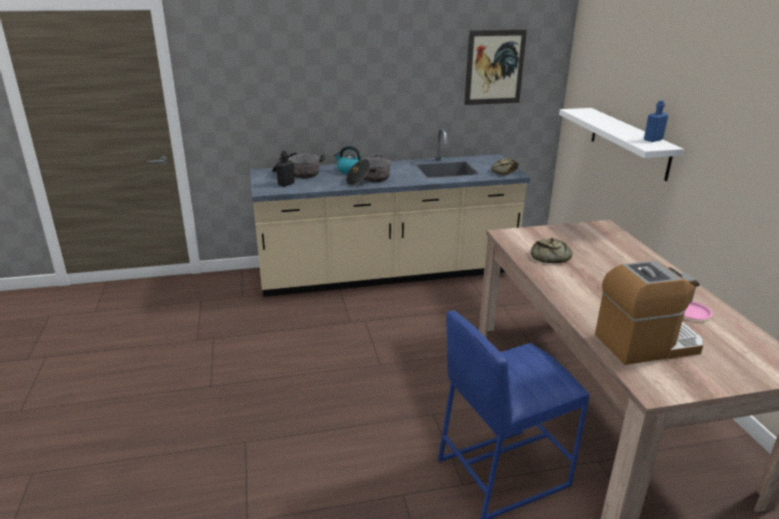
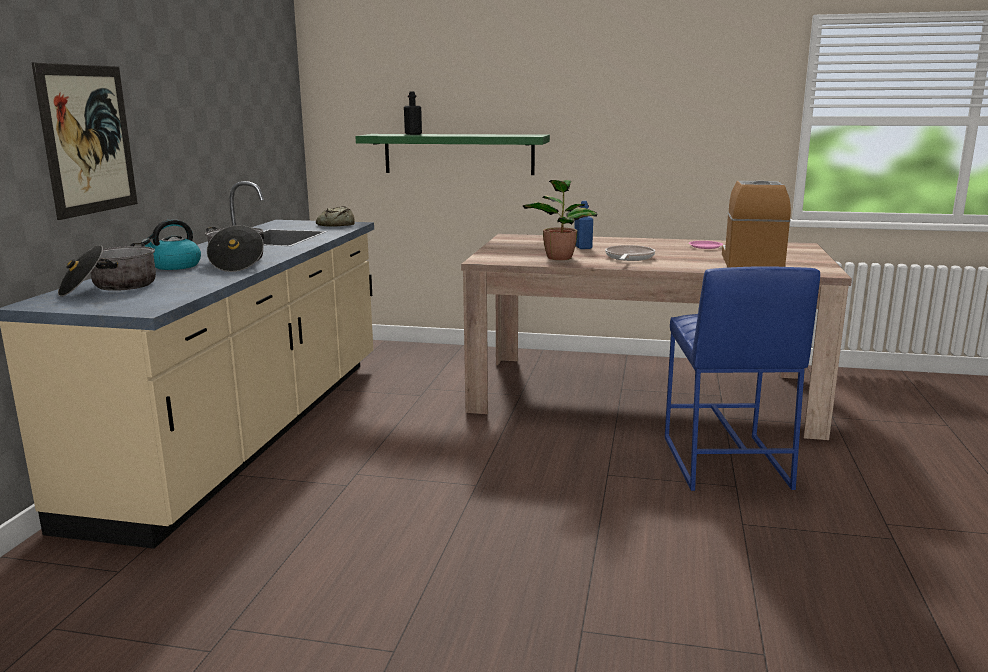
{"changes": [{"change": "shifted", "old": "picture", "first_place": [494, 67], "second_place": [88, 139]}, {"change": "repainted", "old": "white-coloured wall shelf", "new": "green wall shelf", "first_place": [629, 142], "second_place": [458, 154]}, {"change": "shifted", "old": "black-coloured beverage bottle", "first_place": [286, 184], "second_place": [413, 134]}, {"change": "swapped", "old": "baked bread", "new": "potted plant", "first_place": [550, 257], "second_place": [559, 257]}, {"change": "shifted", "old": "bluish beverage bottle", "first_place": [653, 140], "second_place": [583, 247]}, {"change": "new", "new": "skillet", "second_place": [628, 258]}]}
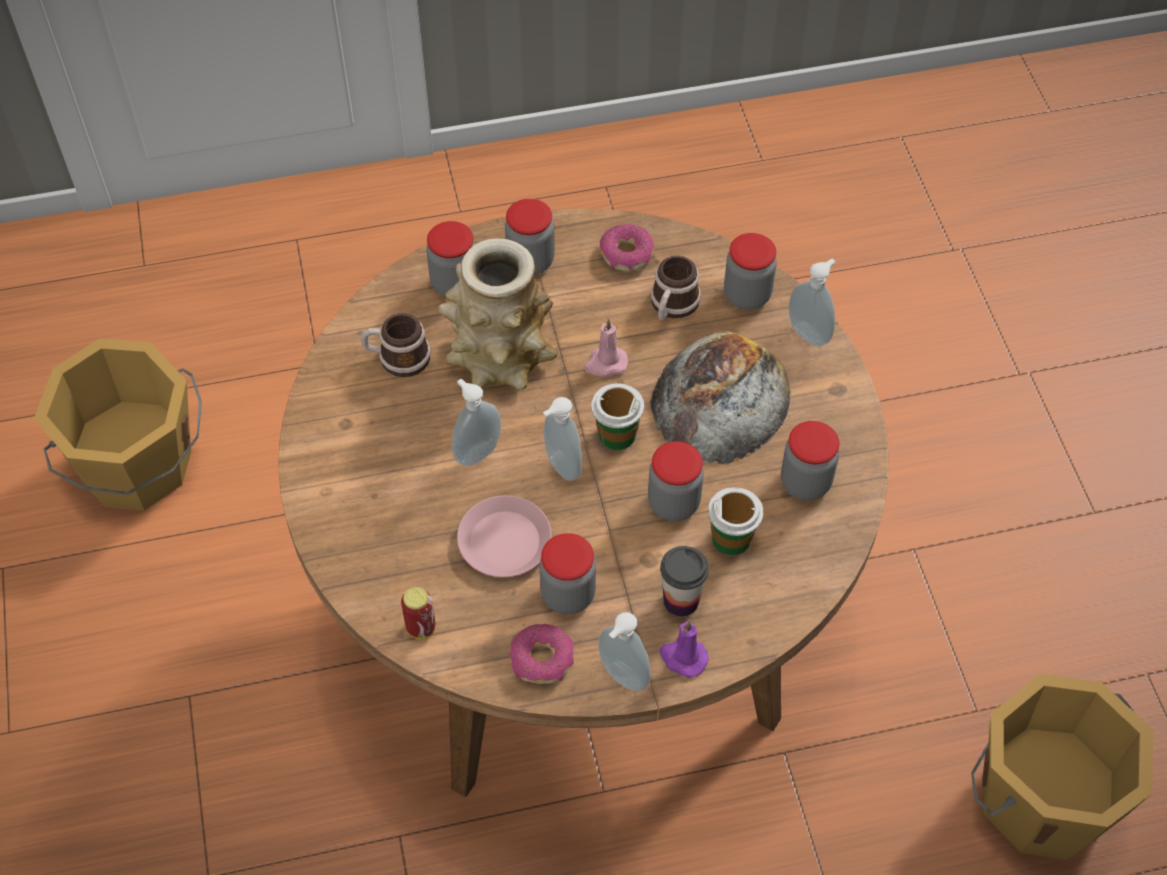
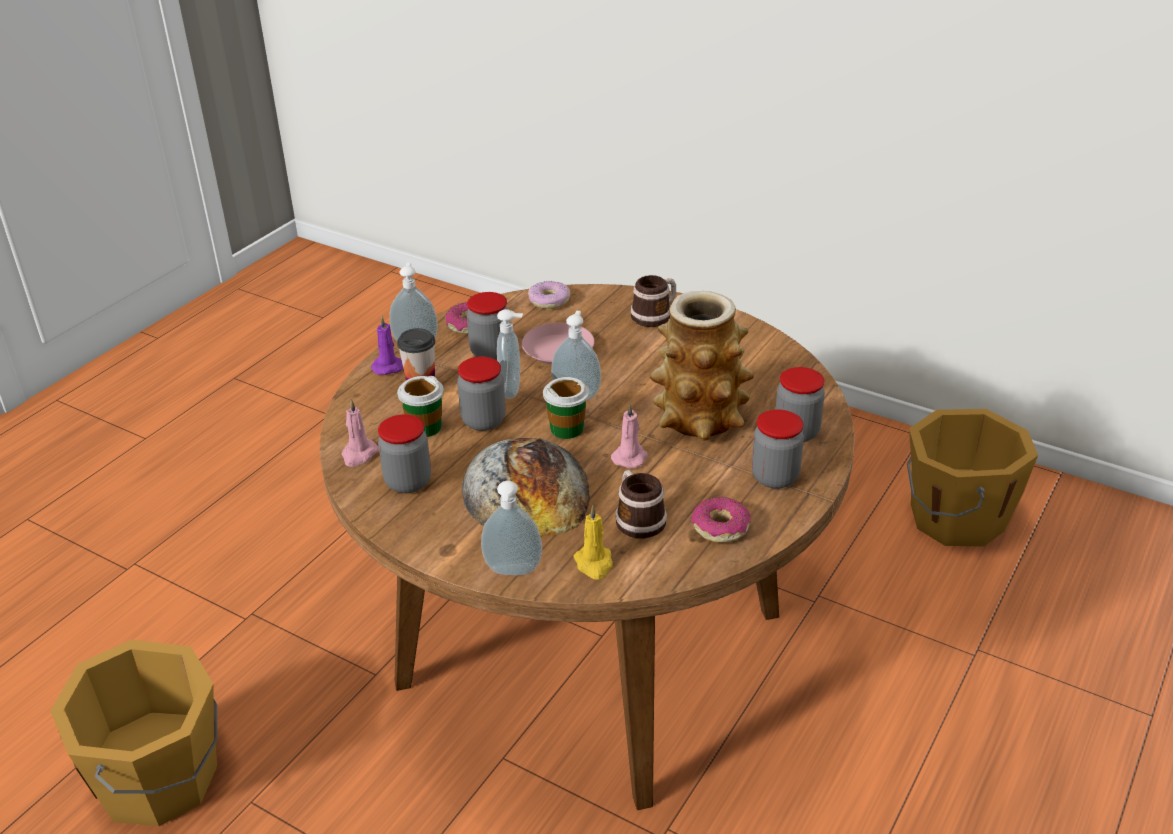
{"changes": [{"change": "new", "new": "pink candle", "second_place": [359, 455]}, {"change": "shifted", "old": "liquid soap bottle", "first_place": [476, 451], "second_place": [513, 390]}, {"change": "swapped", "old": "sealed can", "new": "doughnut", "first_place": [421, 628], "second_place": [549, 301]}, {"change": "swapped", "old": "storage jar", "new": "yellow candle", "first_place": [747, 295], "second_place": [594, 564]}, {"change": "shifted", "old": "mug", "first_place": [397, 358], "second_place": [655, 315]}]}
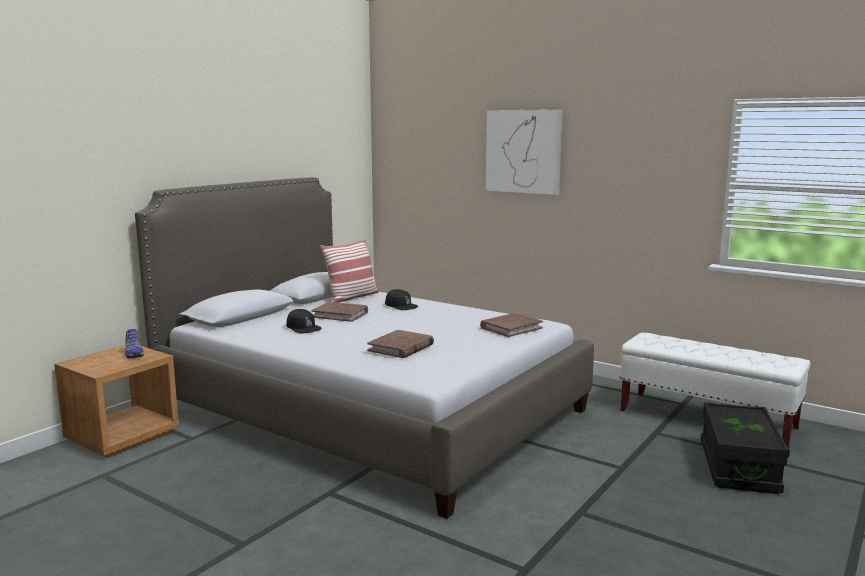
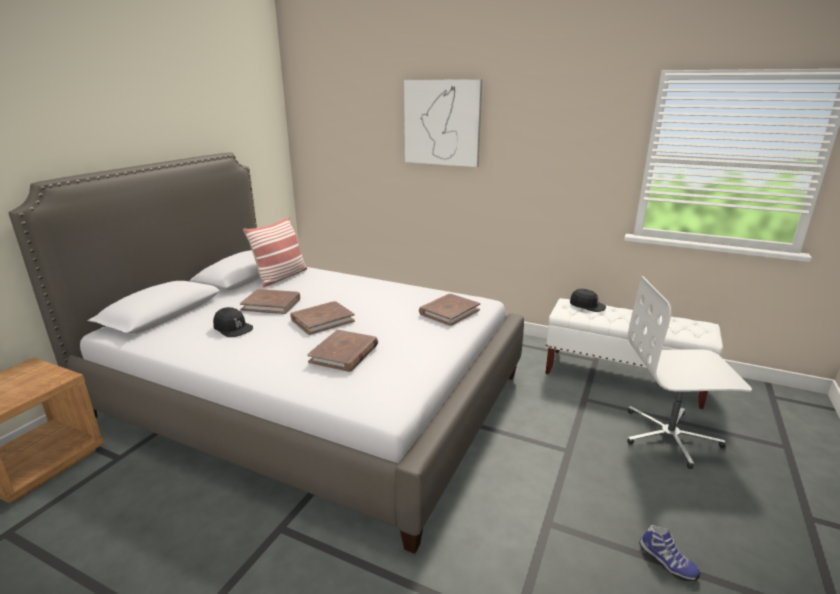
{"changes": [{"change": "new", "new": "brown book", "second_place": [322, 320]}, {"change": "shifted", "old": "black-coloured cap", "first_place": [401, 306], "second_place": [587, 305]}, {"change": "swapped", "old": "black-coloured storage bin", "new": "white-coloured desk chair", "first_place": [738, 467], "second_place": [670, 436]}, {"change": "shifted", "old": "shoe", "first_place": [133, 354], "second_place": [666, 562]}]}
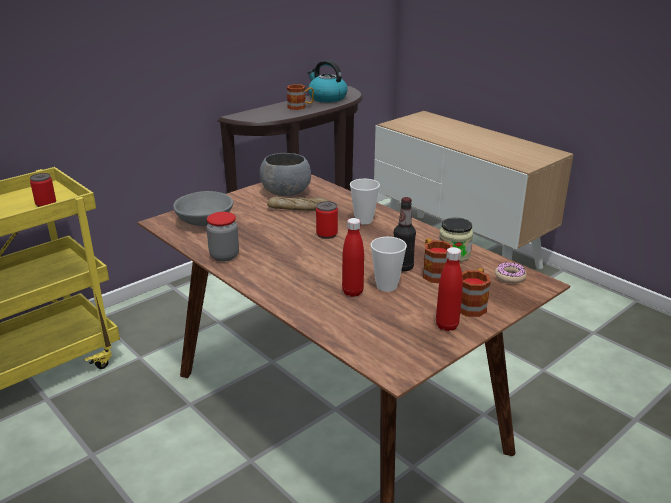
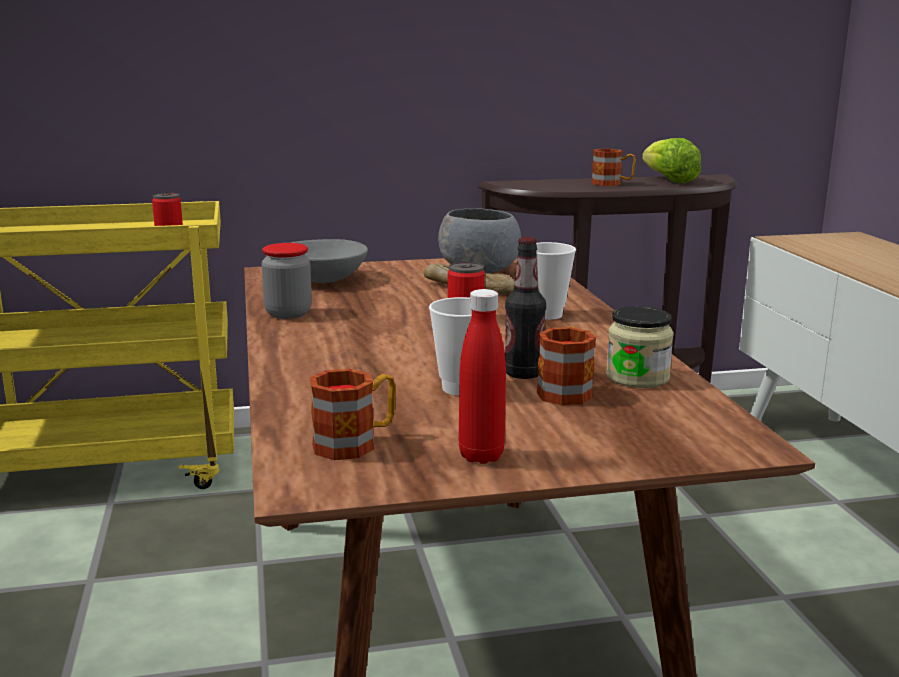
{"changes": [{"change": "shifted", "old": "mug", "first_place": [473, 304], "second_place": [355, 443]}, {"change": "swapped", "old": "kettle", "new": "lettuce head", "first_place": [327, 98], "second_place": [668, 180]}, {"change": "gone", "old": "red-coloured beverage bottle", "first_place": [352, 292]}, {"change": "gone", "old": "doughnut", "first_place": [510, 277]}]}
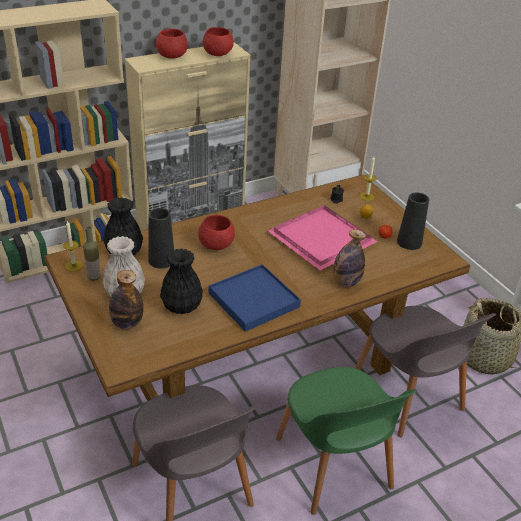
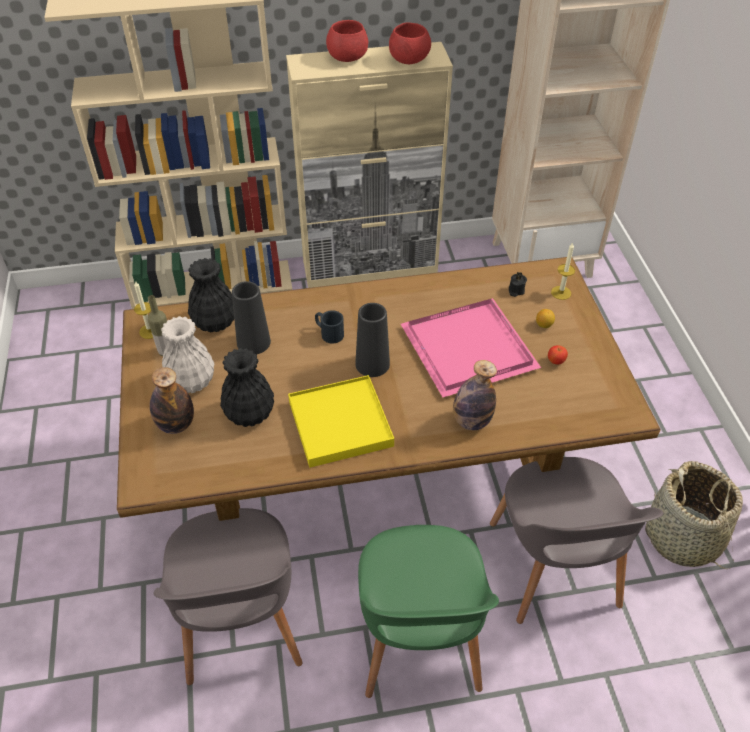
{"changes": [{"change": "repainted", "old": "bluish carrying tray", "new": "yellow carrying tray", "first_place": [254, 300], "second_place": [340, 423]}, {"change": "swapped", "old": "red-coloured bowl", "new": "black-coloured mug", "first_place": [216, 245], "second_place": [328, 333]}, {"change": "shifted", "old": "black-coloured flower vase", "first_place": [409, 242], "second_place": [372, 364]}]}
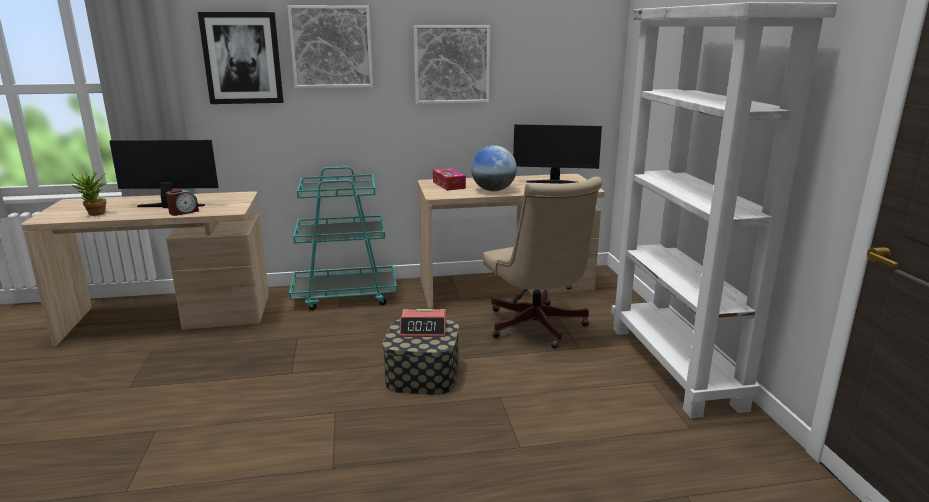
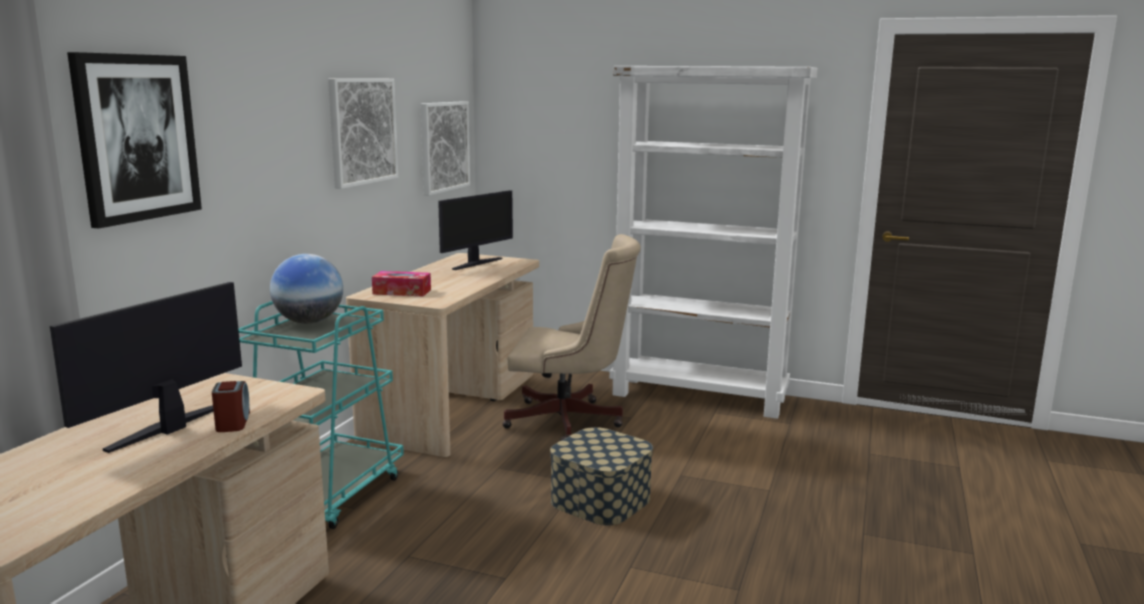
{"changes": [{"change": "shifted", "old": "world globe", "first_place": [493, 190], "second_place": [309, 322]}, {"change": "shifted", "old": "picture", "first_place": [331, 47], "second_place": [443, 146]}, {"change": "gone", "old": "potted plant", "first_place": [95, 214]}, {"change": "gone", "old": "bedside clock", "first_place": [423, 329]}]}
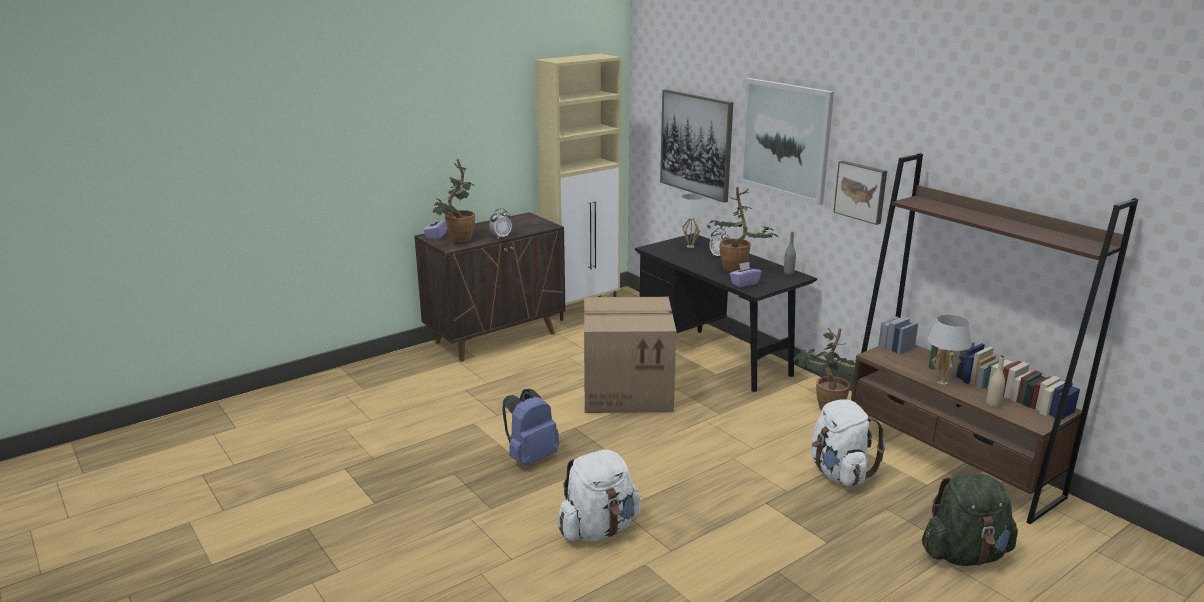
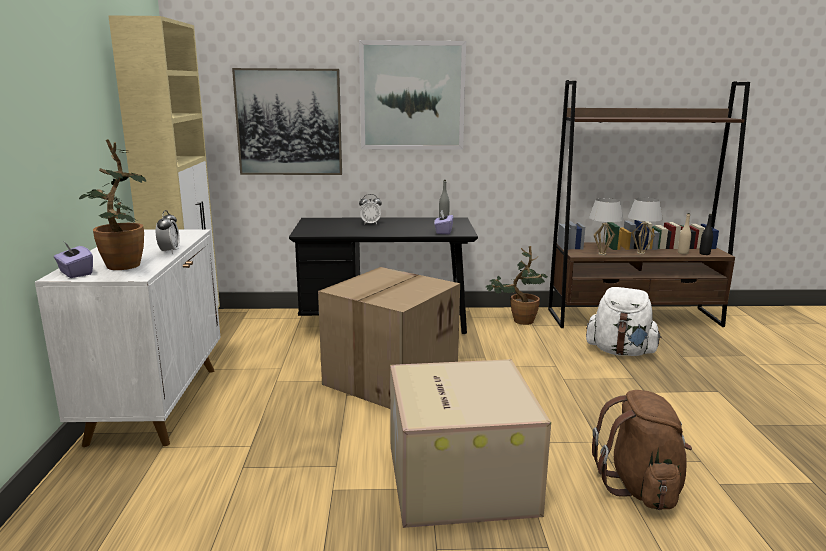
{"changes": [{"change": "repainted", "old": "brown cabinet", "new": "white-coloured cabinet", "first_place": [496, 337], "second_place": [156, 403]}, {"change": "swapped", "old": "bluish knapsack", "new": "packing box", "first_place": [530, 457], "second_place": [458, 477]}, {"change": "shifted", "old": "white-coloured lamp for a table", "first_place": [690, 246], "second_place": [602, 254]}, {"change": "repainted", "old": "white-coloured knapsack", "new": "brown knapsack", "first_place": [599, 529], "second_place": [640, 487]}, {"change": "new", "new": "black-coloured beverage bottle", "second_place": [704, 254]}, {"change": "gone", "old": "potted plant", "first_place": [738, 269]}, {"change": "gone", "old": "picture", "first_place": [861, 191]}, {"change": "gone", "old": "green knapsack", "first_place": [964, 555]}]}
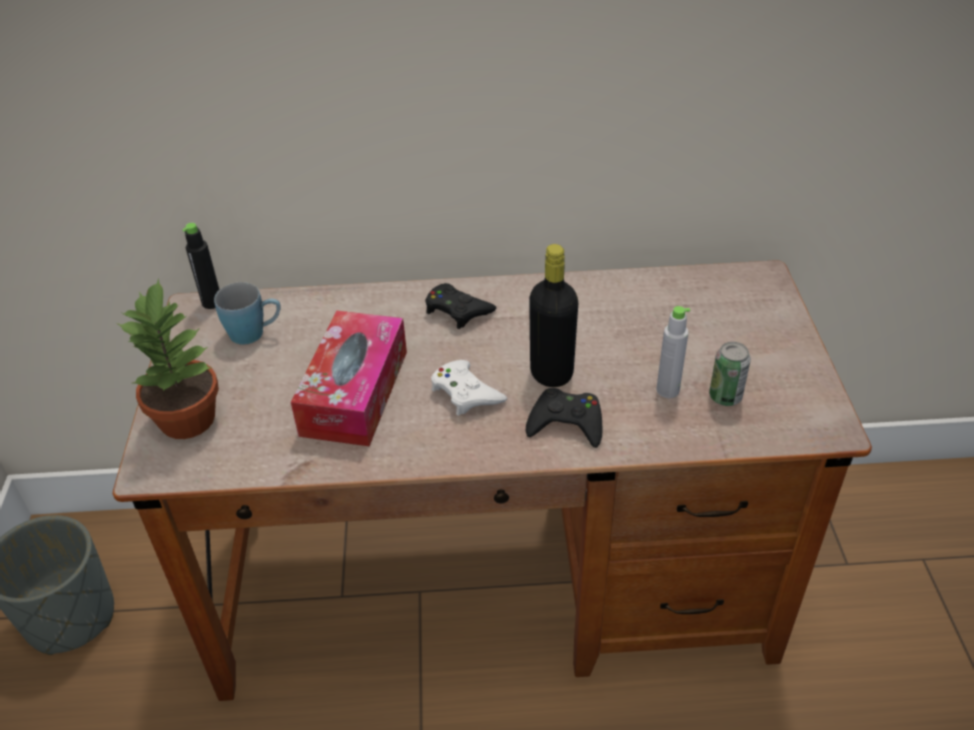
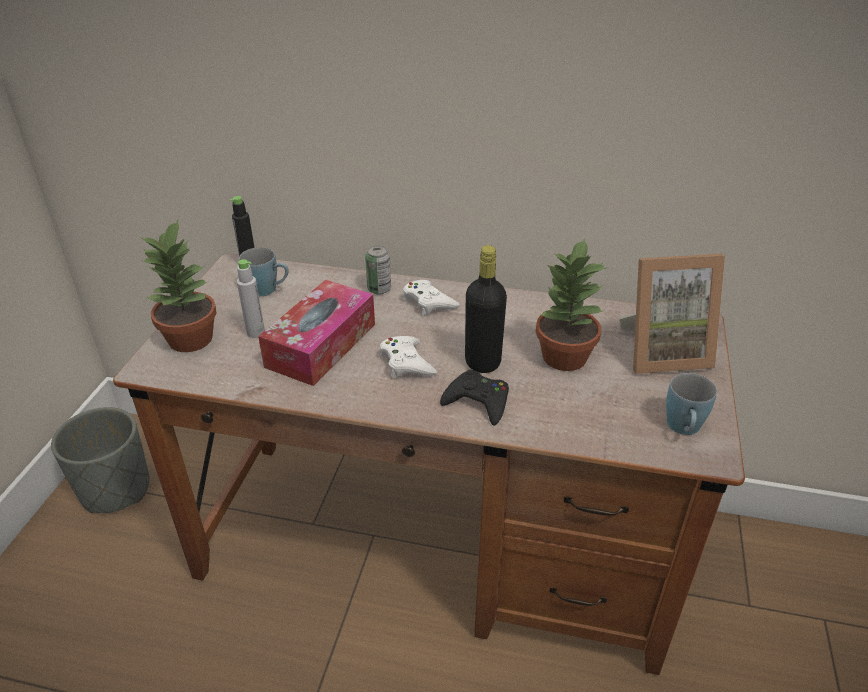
{"changes": [{"change": "shifted", "old": "grey beverage bottle", "first_place": [667, 390], "second_place": [256, 332]}, {"change": "shifted", "old": "sealed can", "first_place": [725, 397], "second_place": [379, 289]}, {"change": "repainted", "old": "black-coloured joypad", "new": "white-coloured joypad", "first_place": [457, 310], "second_place": [428, 302]}, {"change": "new", "new": "potted plant", "second_place": [563, 357]}, {"change": "new", "new": "photo frame", "second_place": [662, 352]}, {"change": "new", "new": "bluish mug", "second_place": [684, 429]}]}
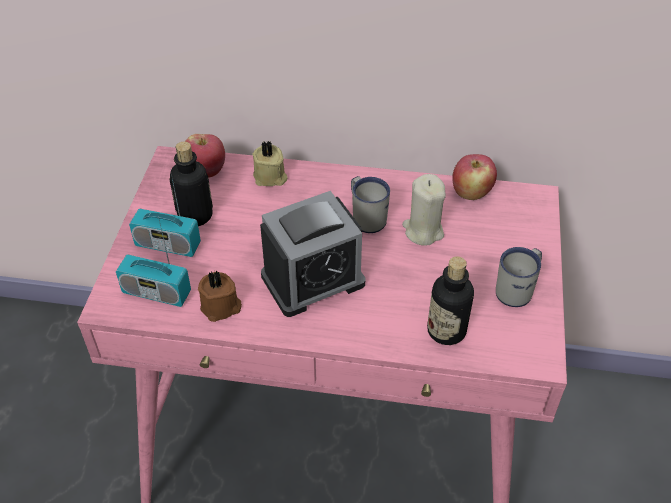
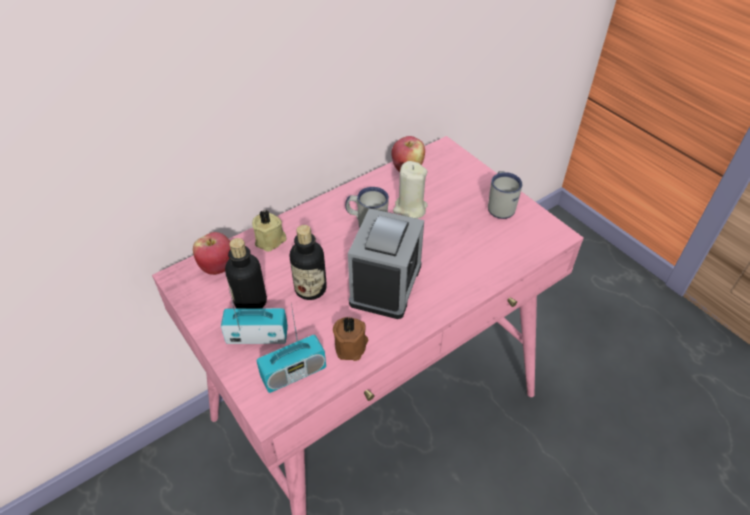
{"changes": [{"change": "rotated", "old": "radio", "first_place": [168, 245], "second_place": [257, 336], "degrees": -150}, {"change": "shifted", "old": "beverage bottle", "first_place": [446, 331], "second_place": [310, 289]}]}
